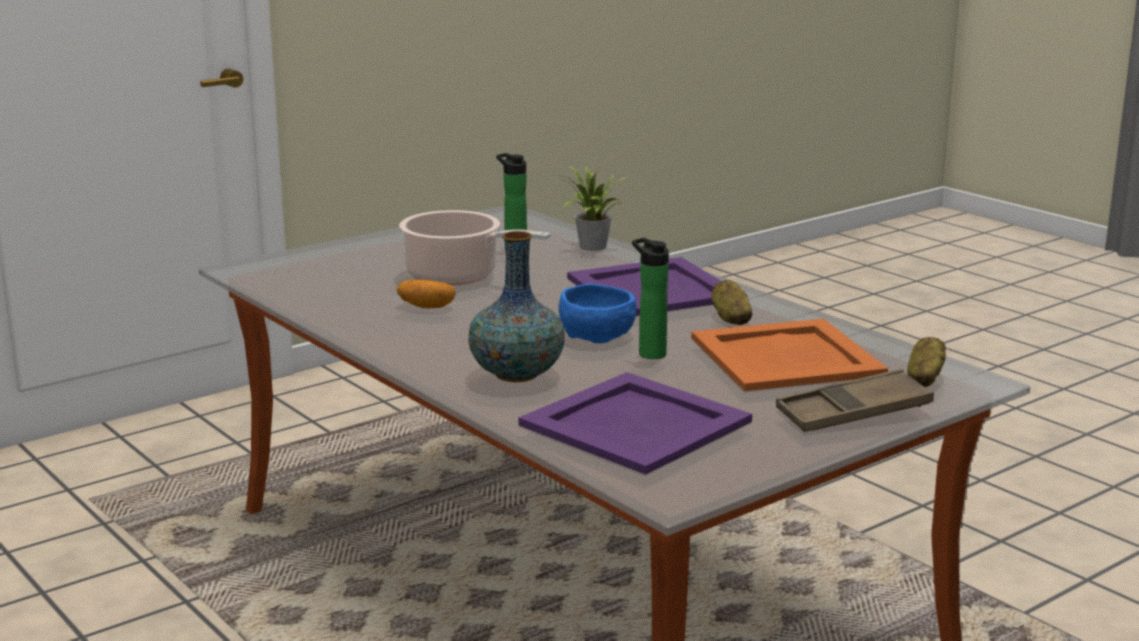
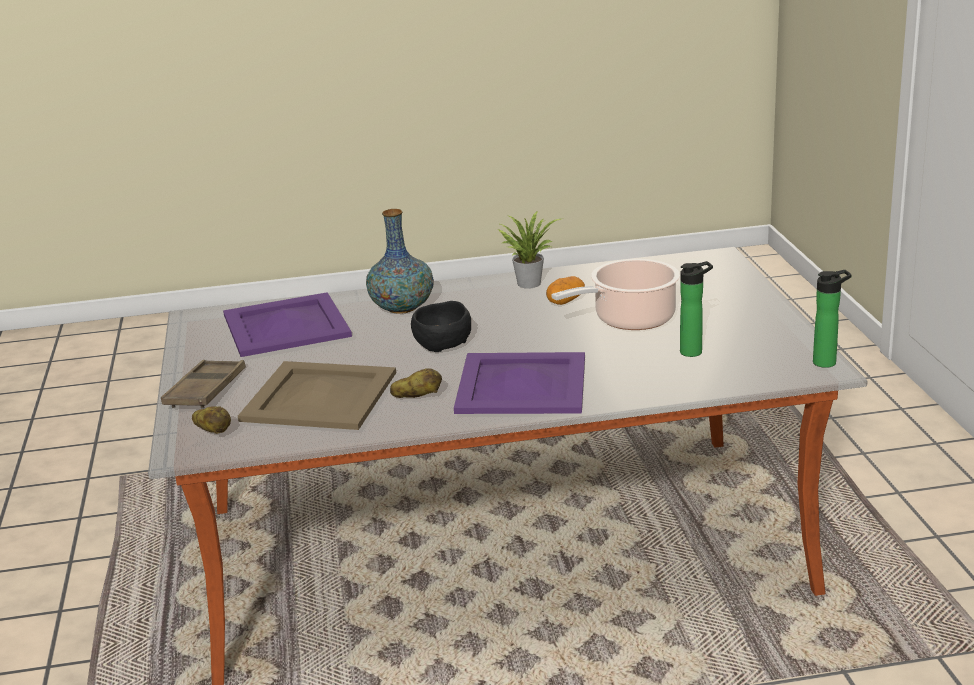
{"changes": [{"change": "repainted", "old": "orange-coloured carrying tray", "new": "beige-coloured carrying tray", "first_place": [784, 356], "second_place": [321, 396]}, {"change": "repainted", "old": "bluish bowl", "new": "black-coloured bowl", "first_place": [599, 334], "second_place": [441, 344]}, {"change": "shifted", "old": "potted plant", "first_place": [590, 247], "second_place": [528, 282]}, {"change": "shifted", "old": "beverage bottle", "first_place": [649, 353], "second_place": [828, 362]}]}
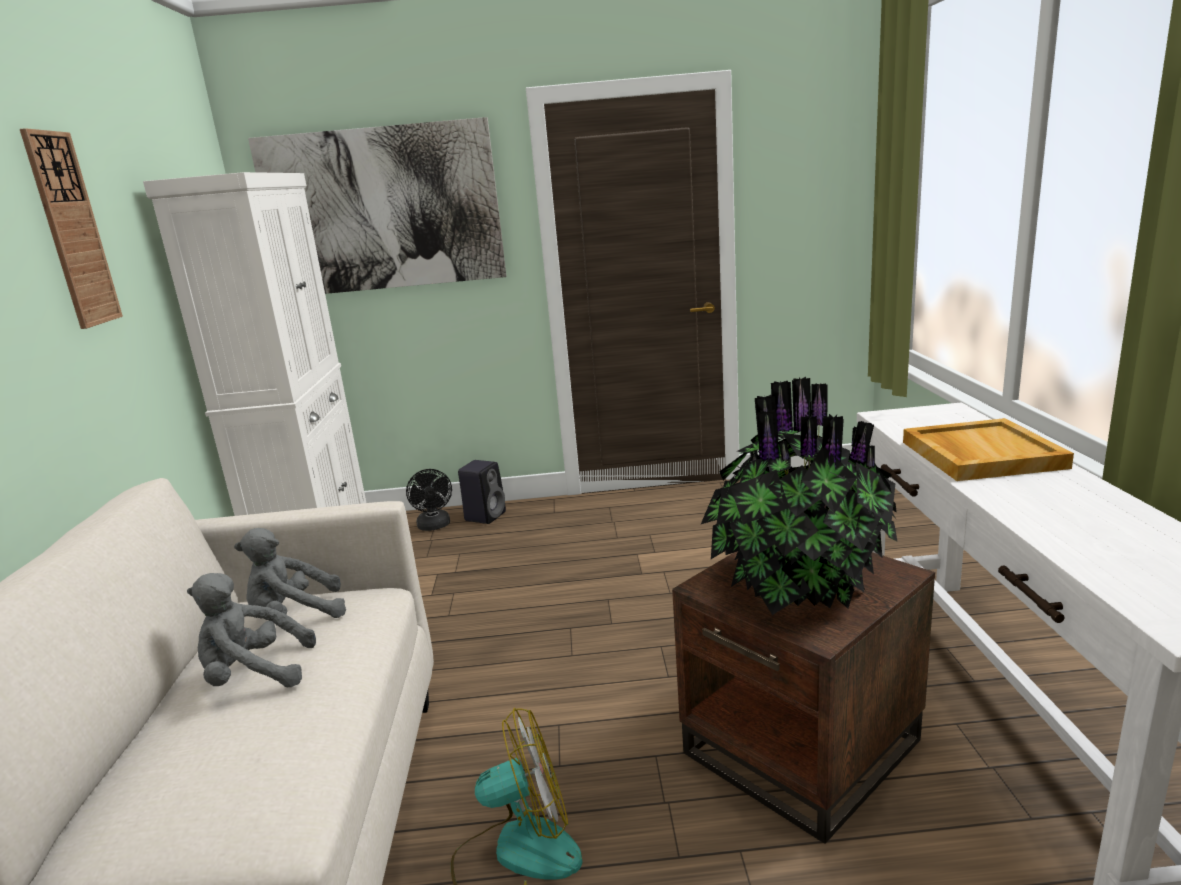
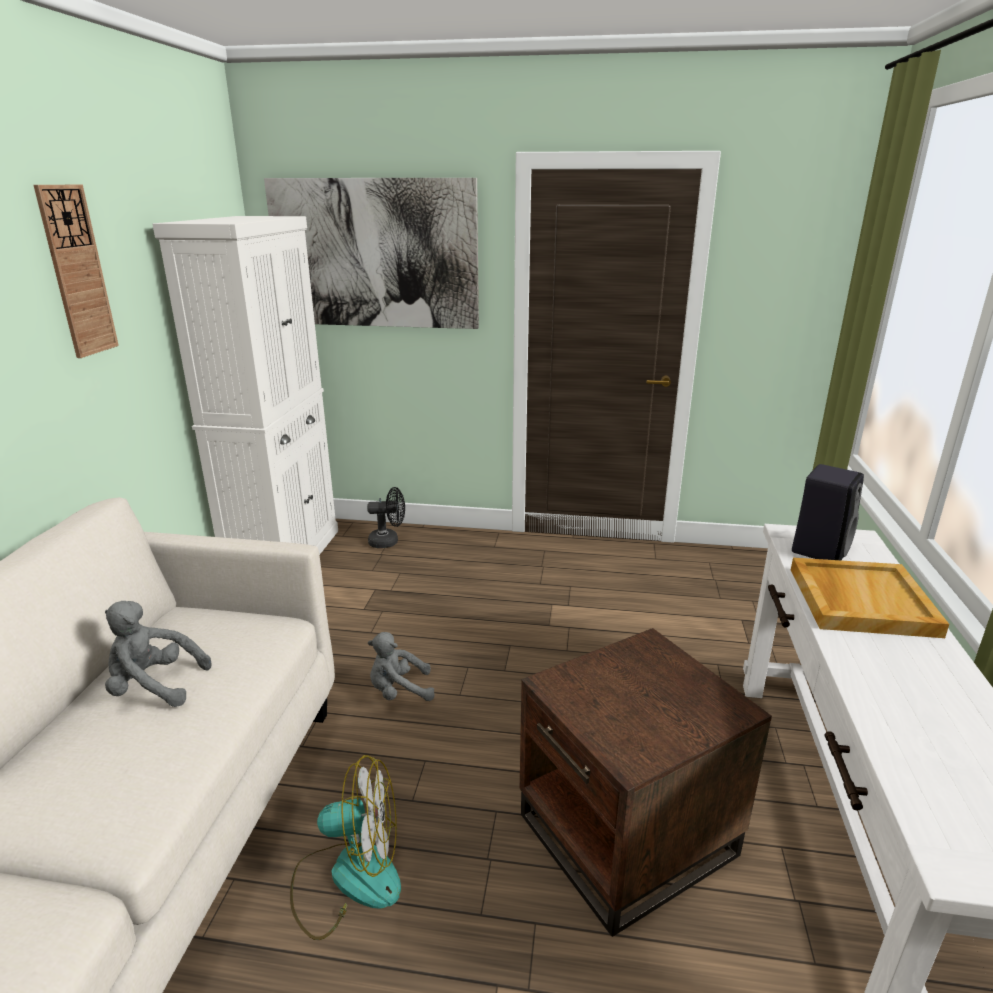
{"changes": [{"change": "rotated", "old": "black-coloured electric fan", "first_place": [435, 526], "second_place": [388, 541], "degrees": -90}, {"change": "shifted", "old": "grey soft toy", "first_place": [295, 616], "second_place": [399, 691]}, {"change": "shifted", "old": "black-coloured audio speaker", "first_place": [486, 515], "second_place": [820, 549]}, {"change": "gone", "old": "potted plant", "first_place": [796, 586]}]}
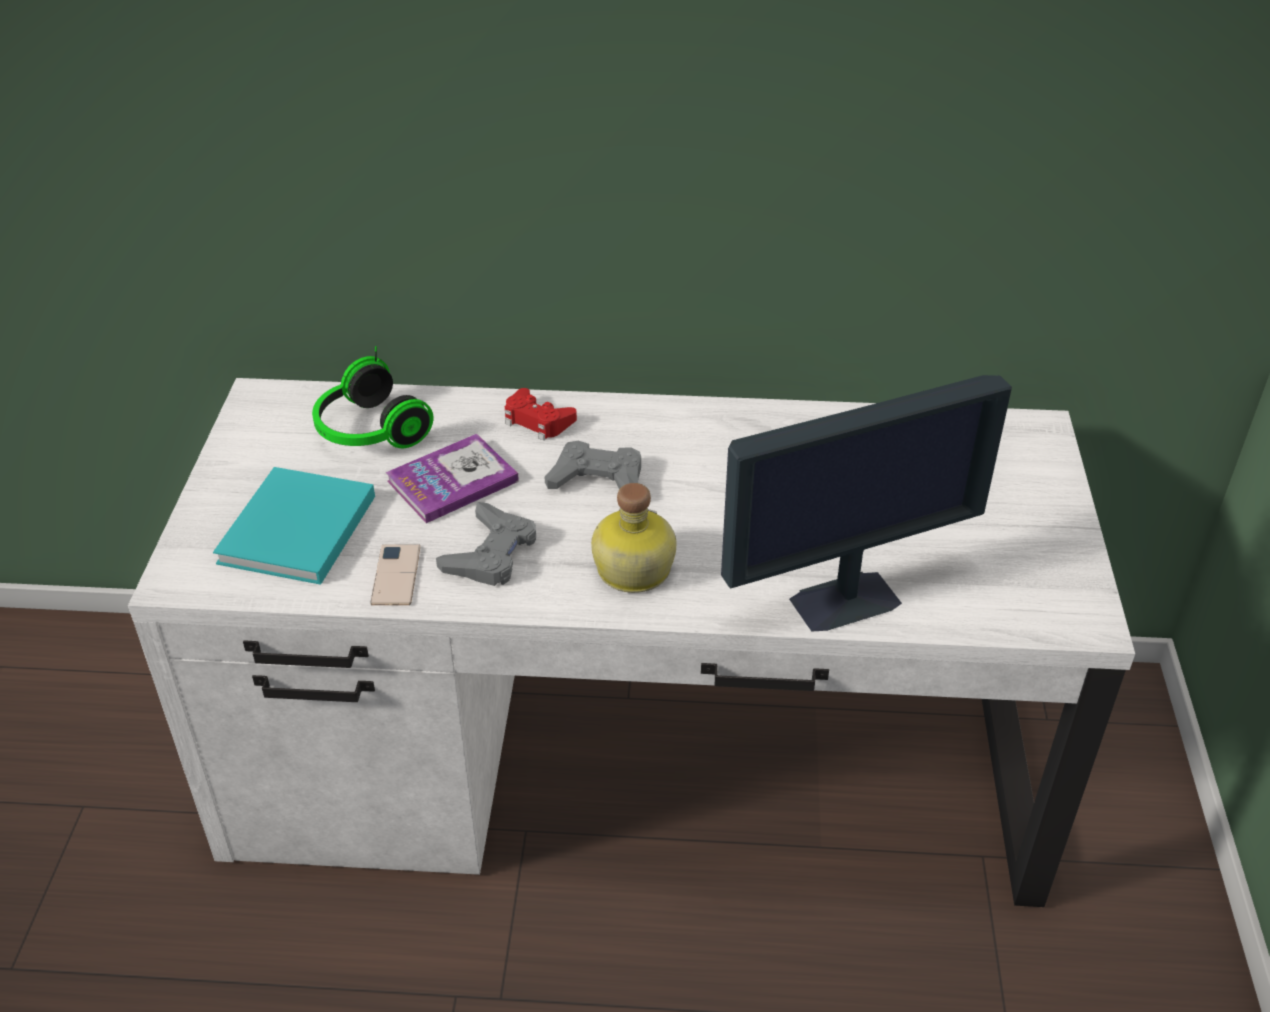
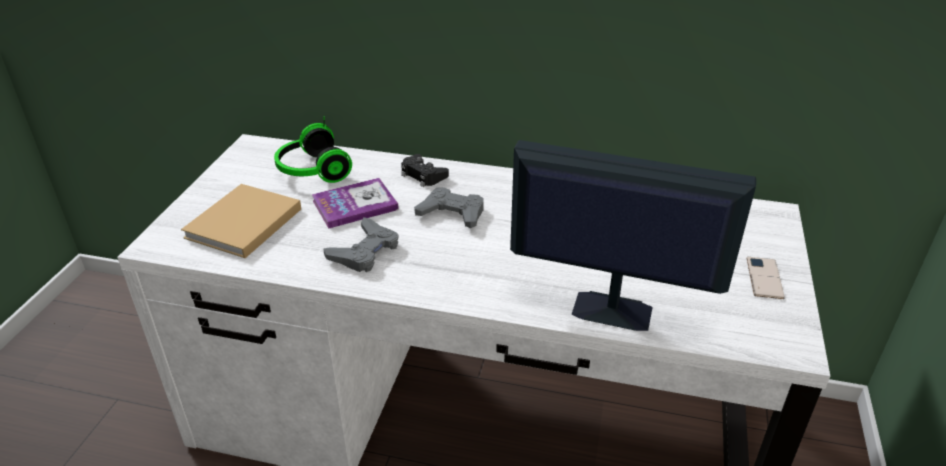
{"changes": [{"change": "repainted", "old": "blue-green book", "new": "beige-coloured book", "first_place": [295, 532], "second_place": [242, 225]}, {"change": "repainted", "old": "red-coloured joypad", "new": "black-coloured joypad", "first_place": [537, 421], "second_place": [423, 175]}, {"change": "rotated", "old": "computer display", "first_place": [847, 600], "second_place": [609, 310], "degrees": -150}, {"change": "shifted", "old": "phone", "first_place": [396, 575], "second_place": [764, 278]}, {"change": "gone", "old": "beverage bottle", "first_place": [631, 570]}]}
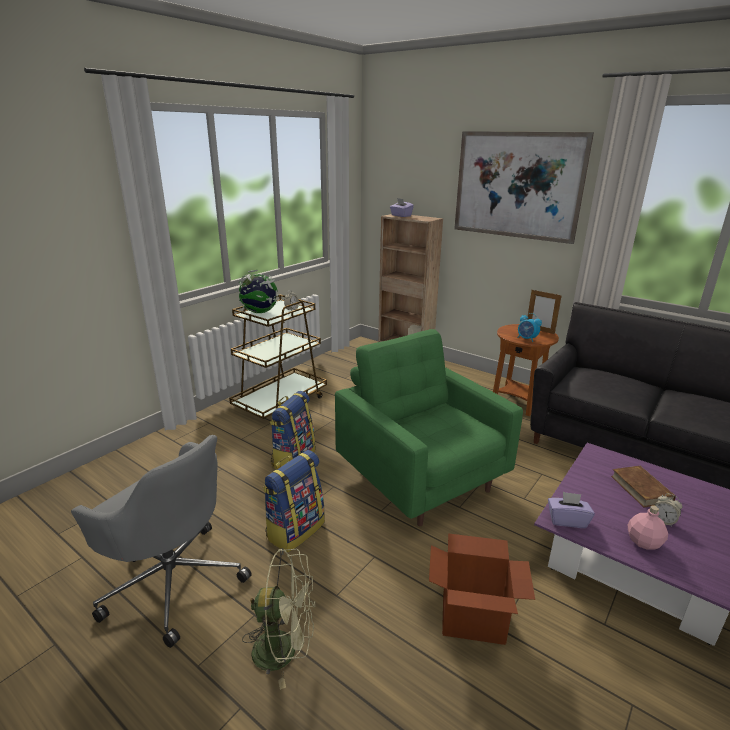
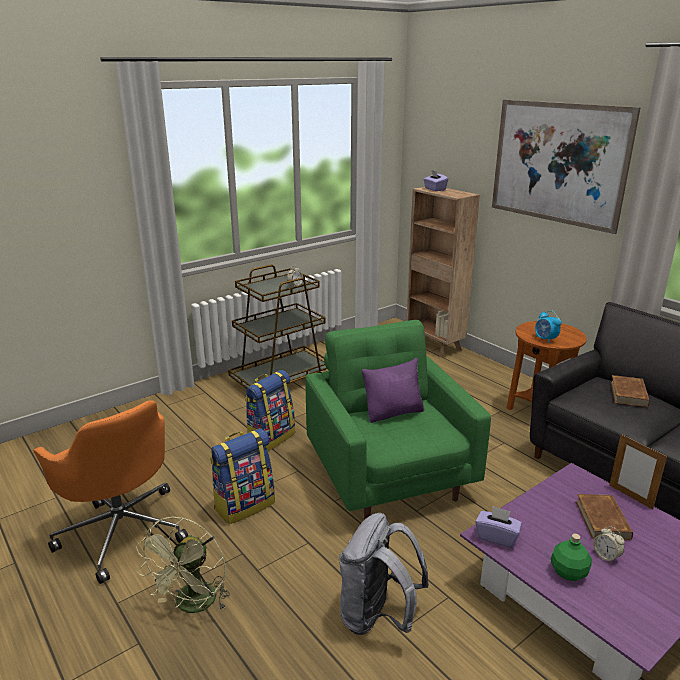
{"changes": [{"change": "repainted", "old": "grey desk chair", "new": "orange-coloured desk chair", "first_place": [173, 580], "second_place": [122, 530]}, {"change": "rotated", "old": "green electric fan", "first_place": [284, 649], "second_place": [193, 606], "degrees": 90}, {"change": "swapped", "old": "packing box", "new": "grey knapsack", "first_place": [473, 618], "second_place": [377, 616]}, {"change": "new", "new": "purple pillow", "second_place": [393, 413]}, {"change": "repainted", "old": "pink beverage bottle", "new": "green beverage bottle", "first_place": [644, 542], "second_place": [568, 573]}, {"change": "shifted", "old": "photo frame", "first_place": [540, 330], "second_place": [630, 497]}, {"change": "new", "new": "brown book", "second_place": [629, 394]}, {"change": "gone", "old": "world globe", "first_place": [260, 312]}]}
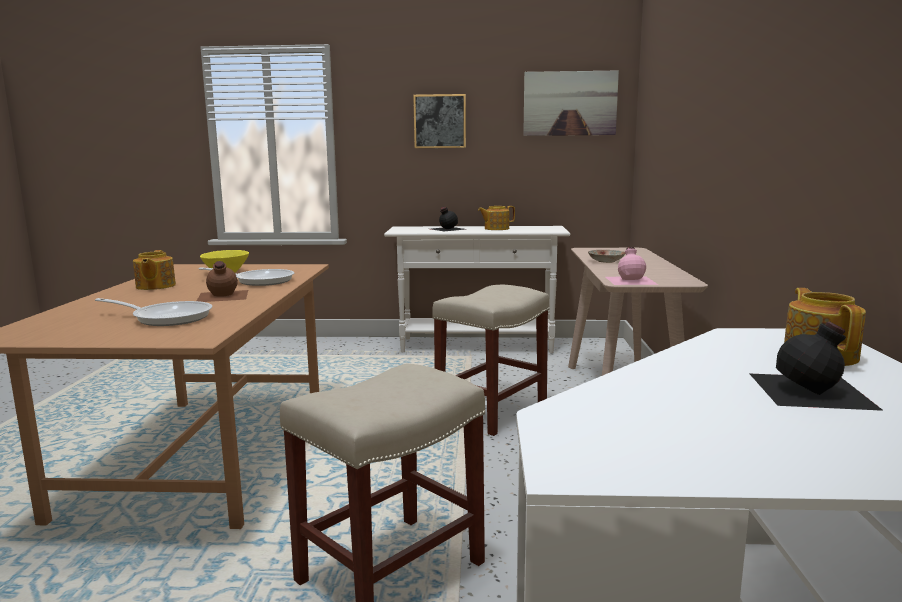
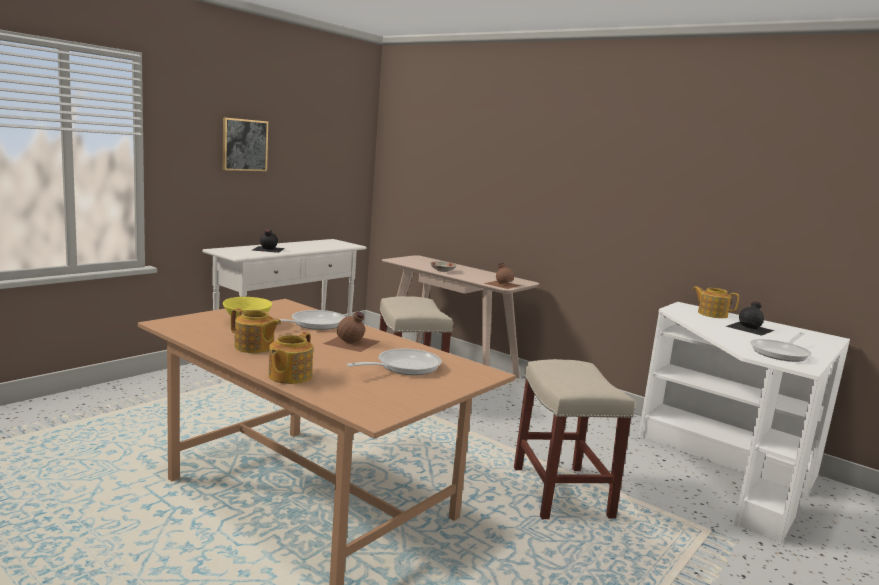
{"changes": [{"change": "shifted", "old": "pot for tea", "first_place": [496, 229], "second_place": [289, 376]}, {"change": "repainted", "old": "pink beverage bottle", "new": "brown beverage bottle", "first_place": [631, 280], "second_place": [502, 284]}, {"change": "new", "new": "skillet", "second_place": [781, 353]}, {"change": "gone", "old": "picture", "first_place": [570, 103]}]}
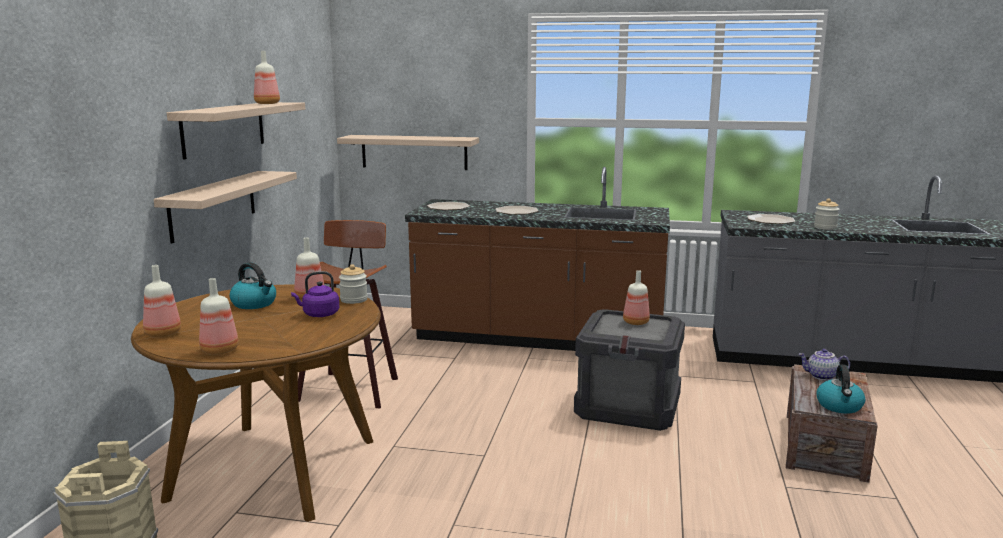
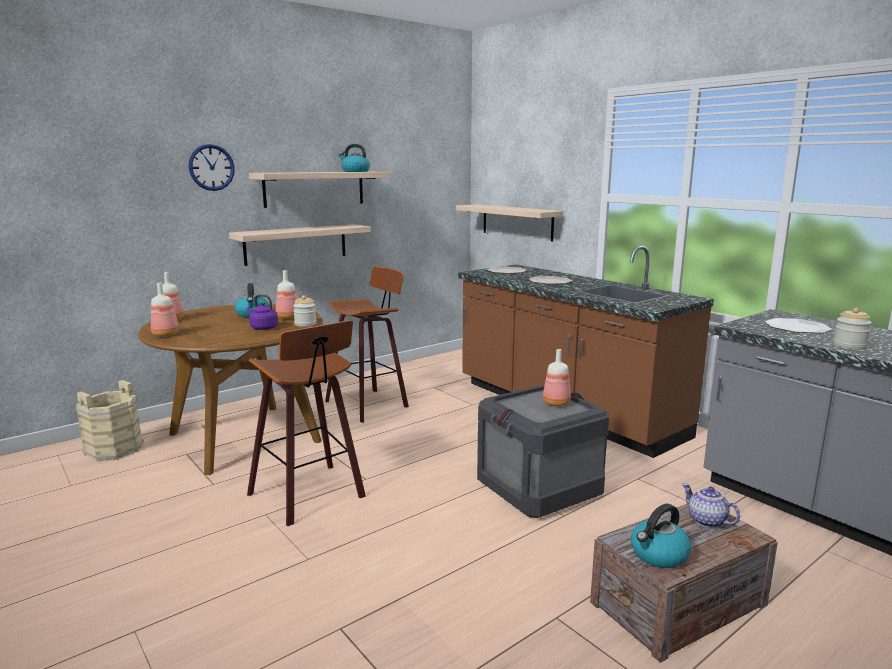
{"changes": [{"change": "new", "new": "hanging clock", "second_place": [211, 167]}, {"change": "new", "new": "stool seat", "second_place": [311, 495]}, {"change": "swapped", "old": "beverage bottle", "new": "kettle", "first_place": [268, 103], "second_place": [355, 171]}]}
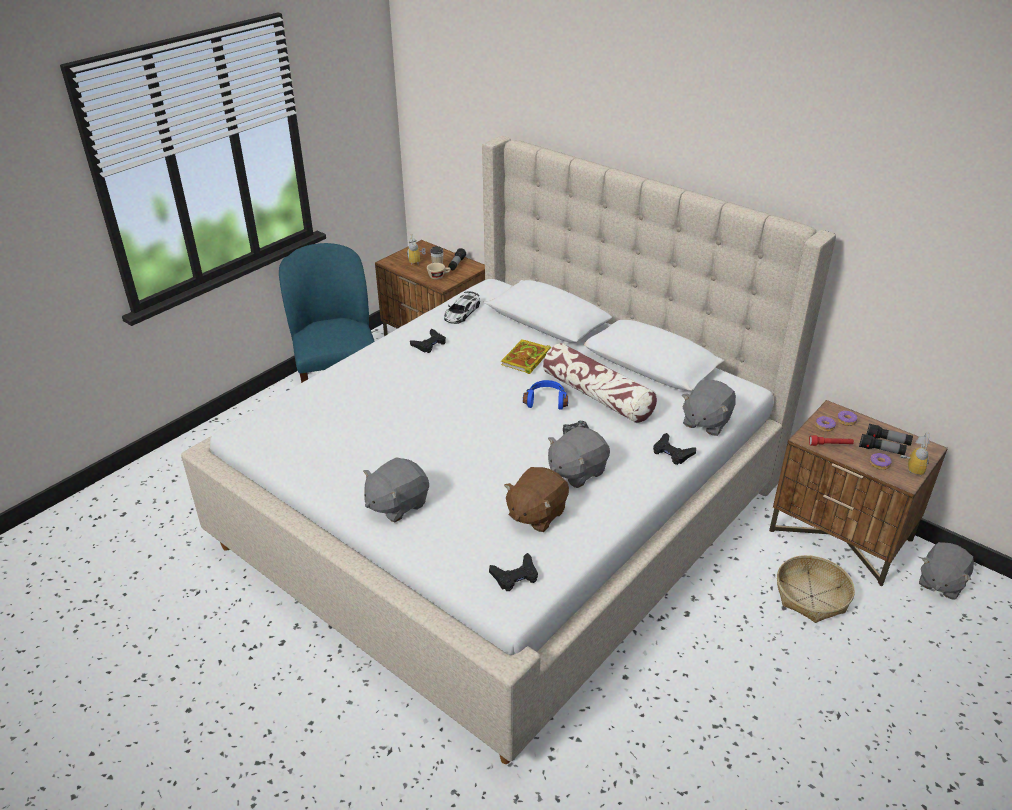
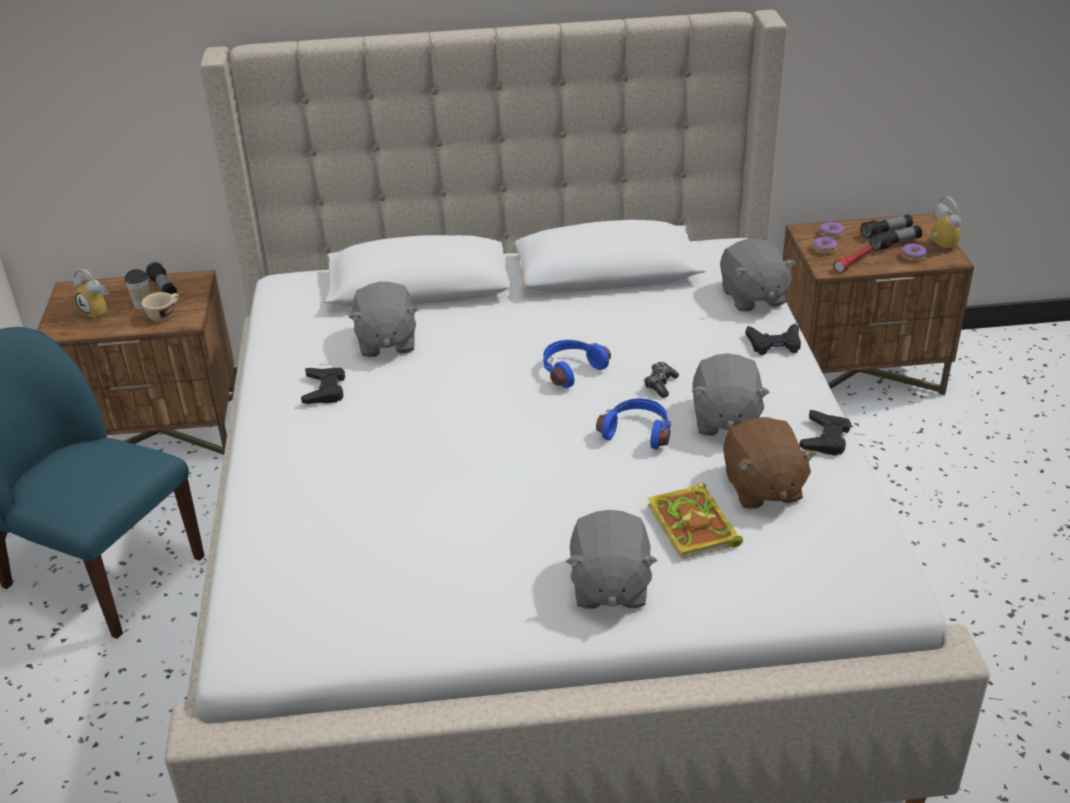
{"changes": [{"change": "shifted", "old": "grey soft toy", "first_place": [940, 582], "second_place": [386, 342]}, {"change": "new", "new": "bluish headphones", "second_place": [637, 431]}, {"change": "shifted", "old": "book", "first_place": [526, 360], "second_place": [695, 527]}, {"change": "shifted", "old": "black-coloured joypad", "first_place": [515, 576], "second_place": [825, 438]}, {"change": "gone", "old": "toy car", "first_place": [461, 312]}, {"change": "gone", "old": "pillow", "first_place": [597, 396]}, {"change": "gone", "old": "storage basket", "first_place": [811, 596]}]}
